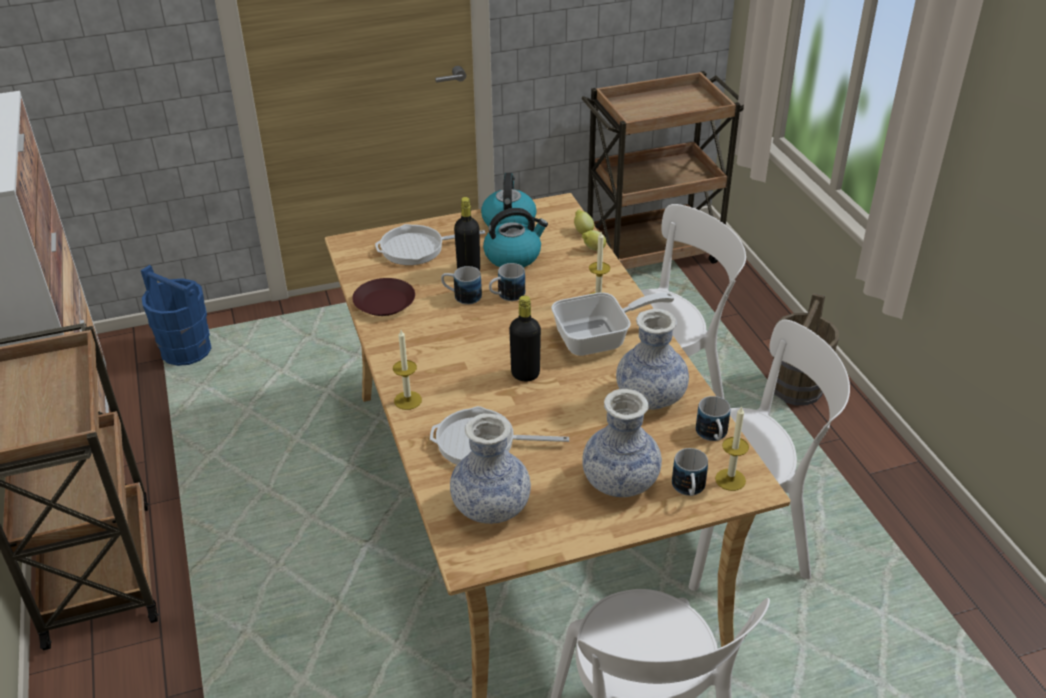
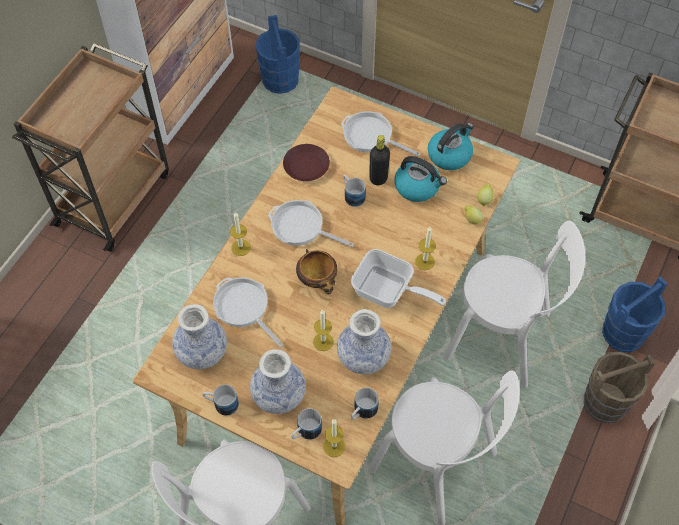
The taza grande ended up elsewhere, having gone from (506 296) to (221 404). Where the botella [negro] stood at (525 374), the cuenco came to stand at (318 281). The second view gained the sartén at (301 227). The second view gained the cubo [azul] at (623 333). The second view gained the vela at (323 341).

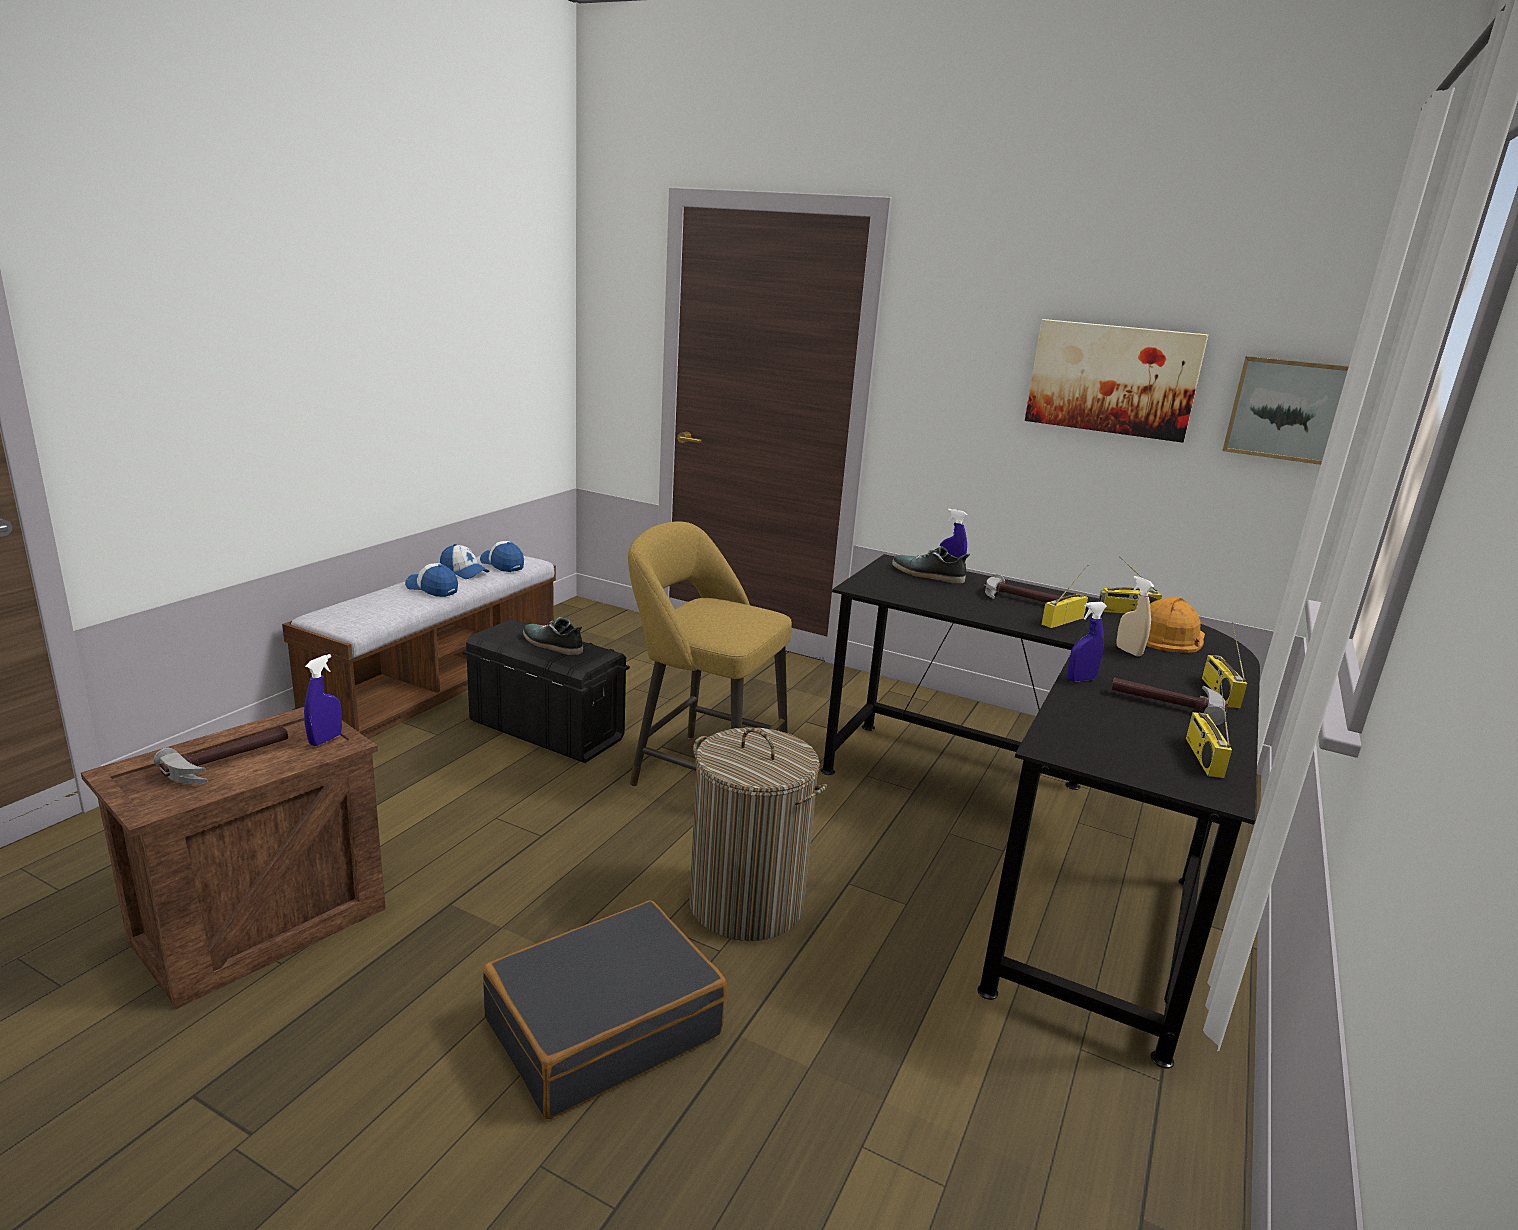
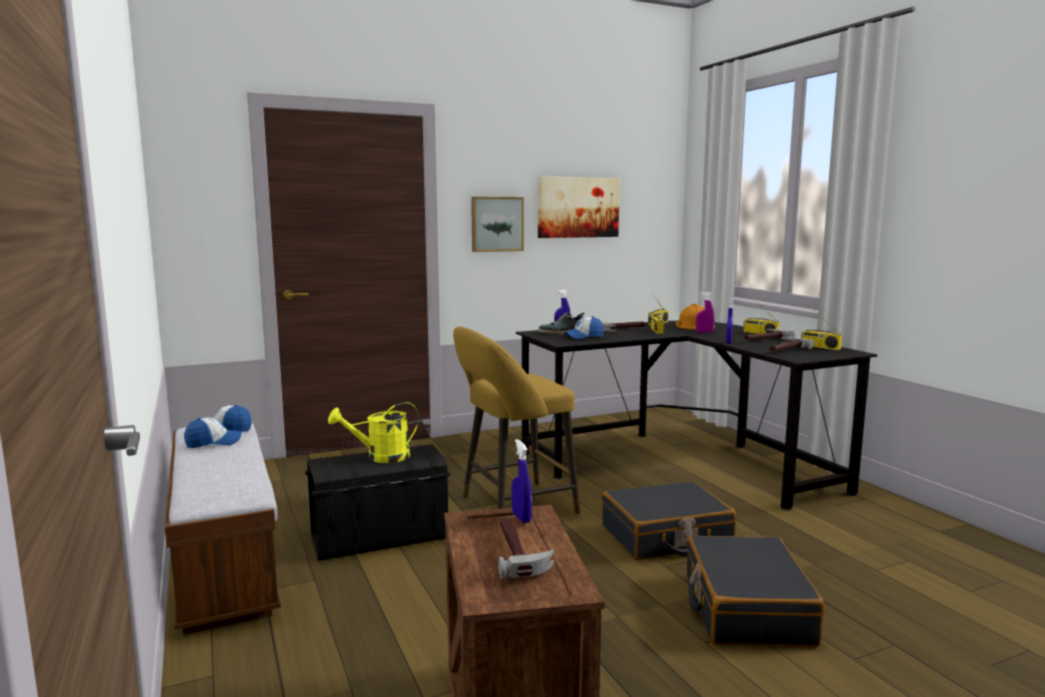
The cuadro ended up elsewhere, having gone from (1285 409) to (496 224). The gorra ended up elsewhere, having gone from (432 589) to (584 337). What was the pulverizador [beis] at (1128 651) turned into the pulverizador [morado] at (704 332). Where the zapato stood at (552 644), the regadera [amarillo] came to stand at (380 457). Where the cesto de la ropa stood at (746 904), the maleta [negro] came to stand at (666 537). The second view gained the martillo at (785 350).

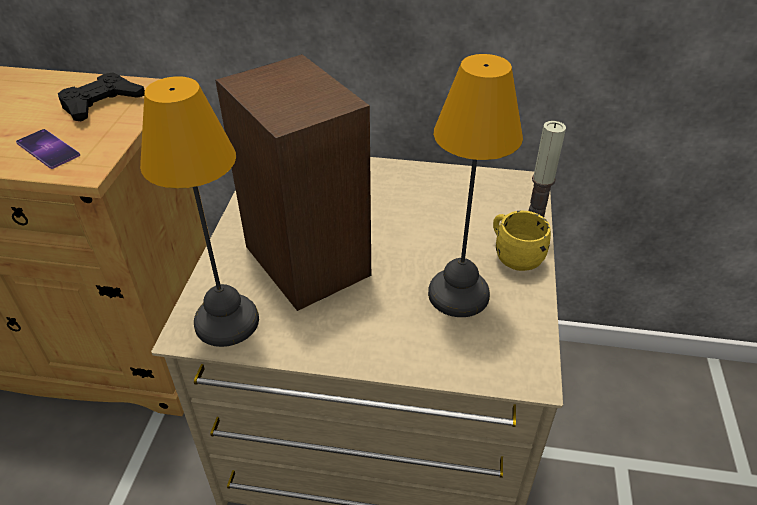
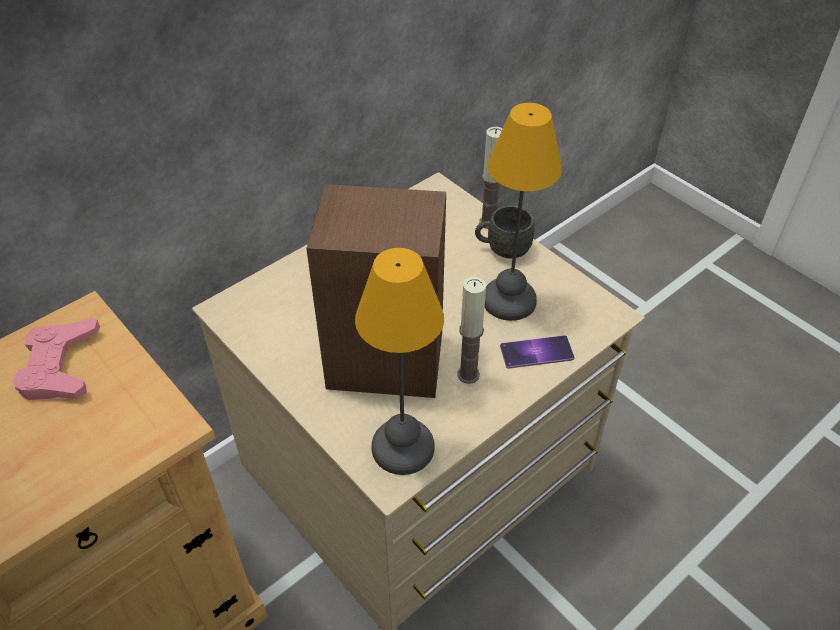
What was the mando de consola [negro] at (101 104) turned into the mando de consola [rosa] at (60 366). The móvil ended up elsewhere, having gone from (48 149) to (536 352). What was the taza grande [amarillo] at (513 256) turned into the taza grande [gris] at (502 249). The second view gained the vela at (468 374).

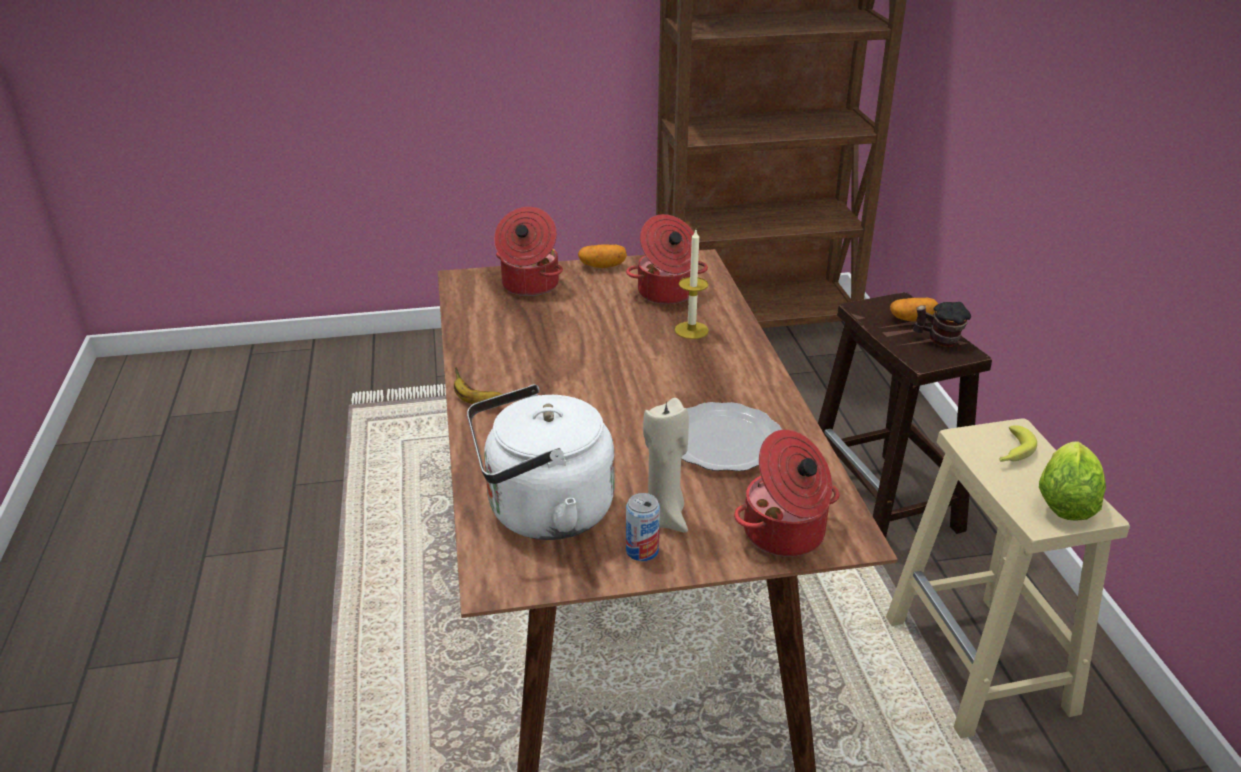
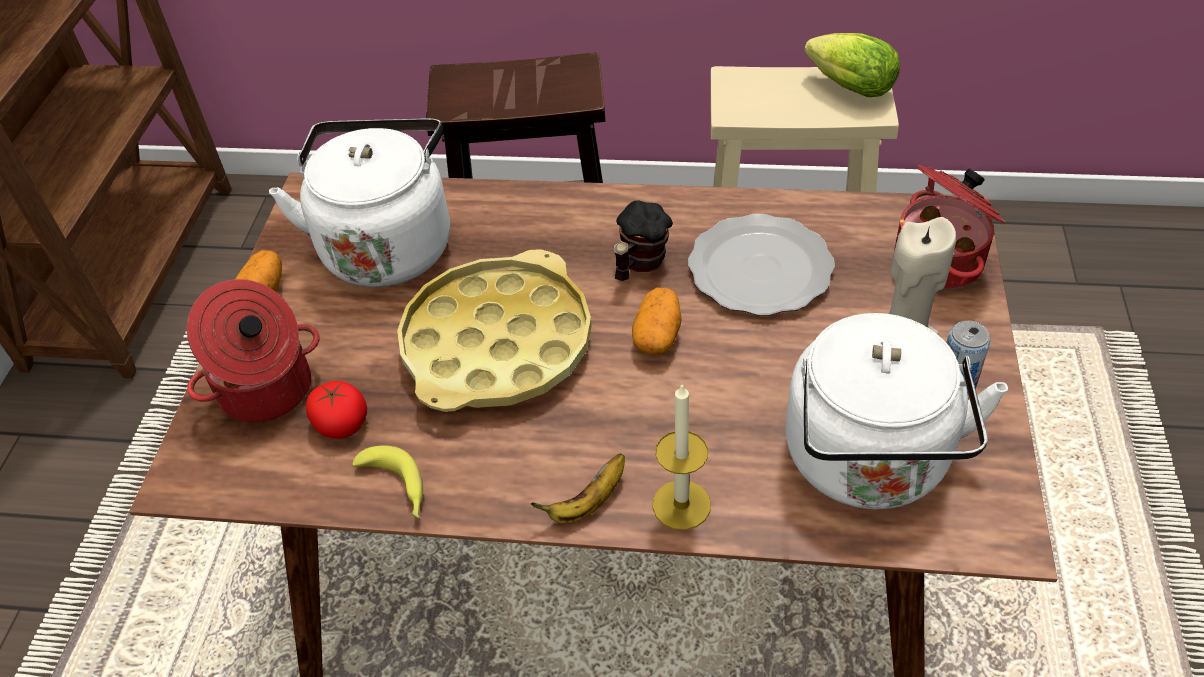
Where the olla stood at (666 293), the hervidor [blanco] came to stand at (387 244). The vela ended up elsewhere, having gone from (691 330) to (681 505). The patata ended up elsewhere, having gone from (912 319) to (657 335). The taza grande ended up elsewhere, having gone from (938 340) to (638 265). The plátano ended up elsewhere, having gone from (1012 452) to (397 489). The second view gained the bandeja [amarillo] at (497 344). The second view gained the tomate at (341 423).

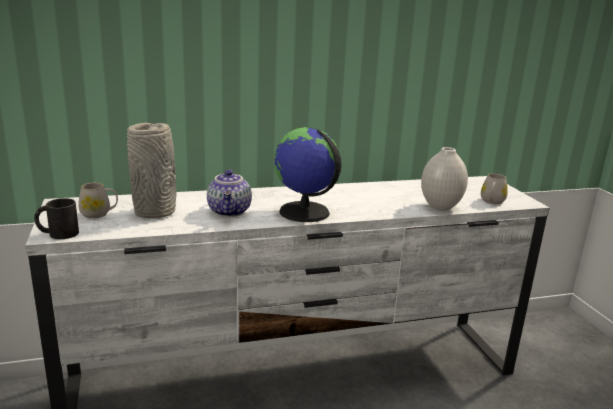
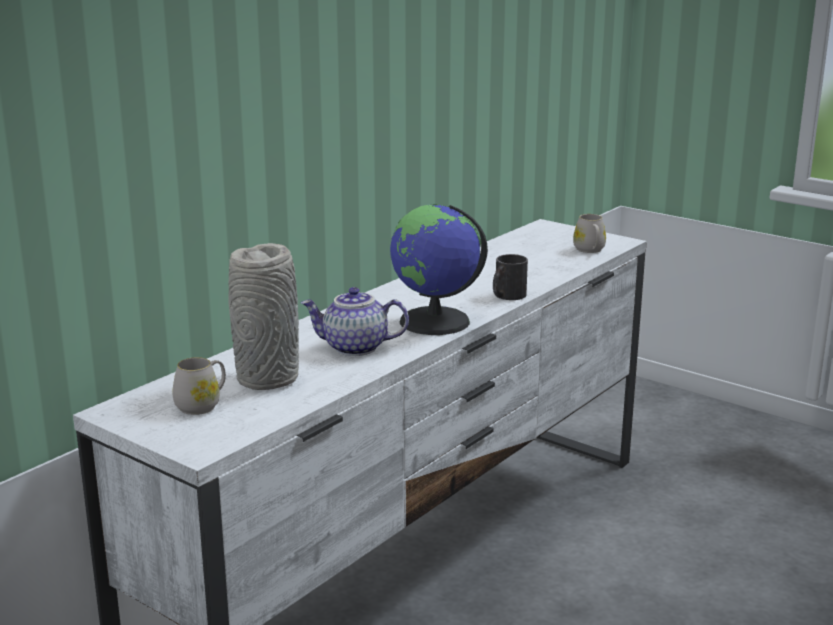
The second view lost the florero [blanco] at (441 207). The tetera at (230 212) ended up facing another way, 135 degrees clockwise from before. The taza grande [negro] ended up elsewhere, having gone from (57 234) to (506 296).

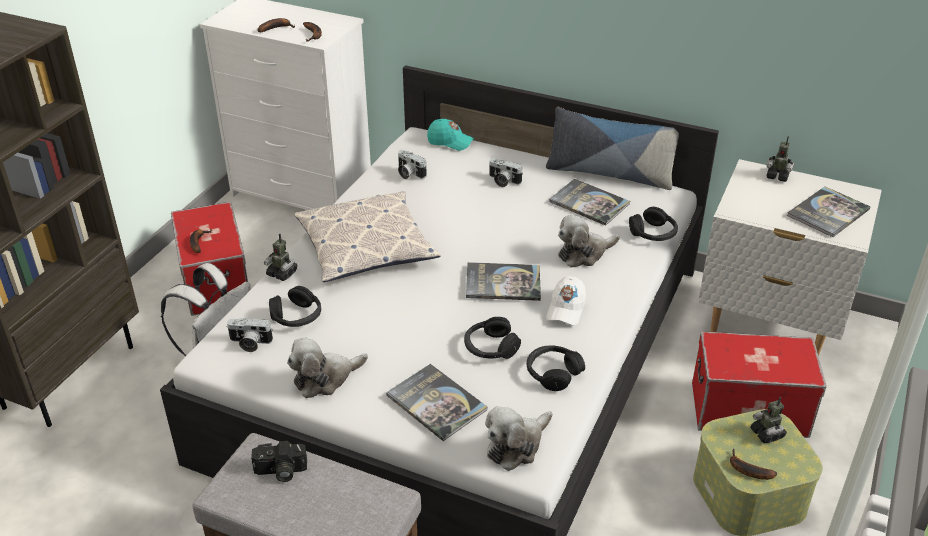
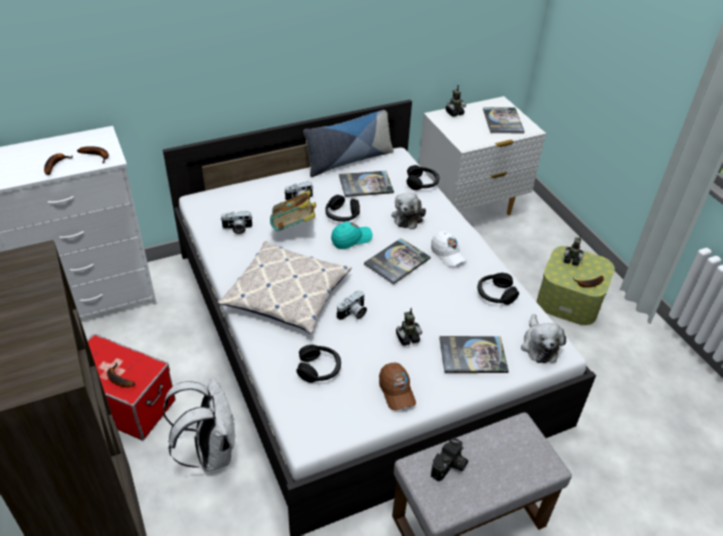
The gorra [turquesa] ended up elsewhere, having gone from (450 142) to (351 239). The robot de juguete ended up elsewhere, having gone from (282 273) to (407 338). The auriculares [negro] ended up elsewhere, having gone from (490 347) to (342 215). The cámara ended up elsewhere, having gone from (249 343) to (353 313). The second view lost the caja de almacenaje at (749 409). Where the peluche stood at (325 378), the gorra [marrón] came to stand at (396 391). The second view gained the libro at (294 228).

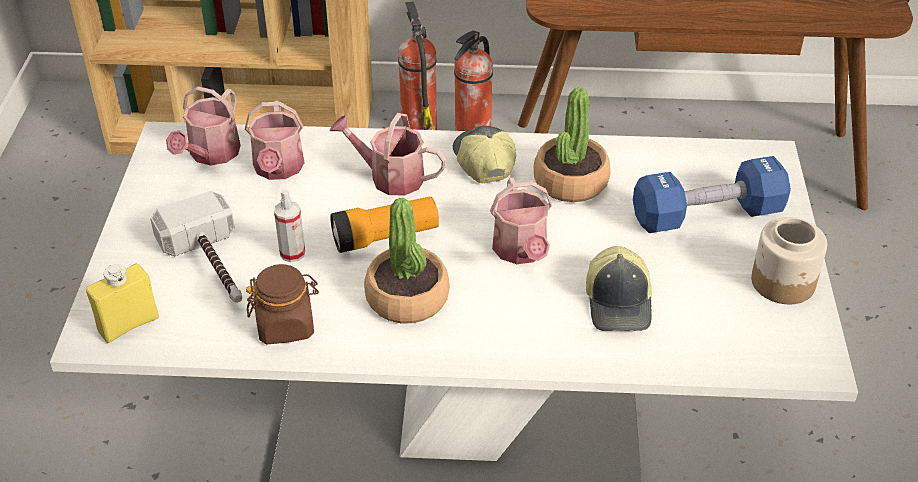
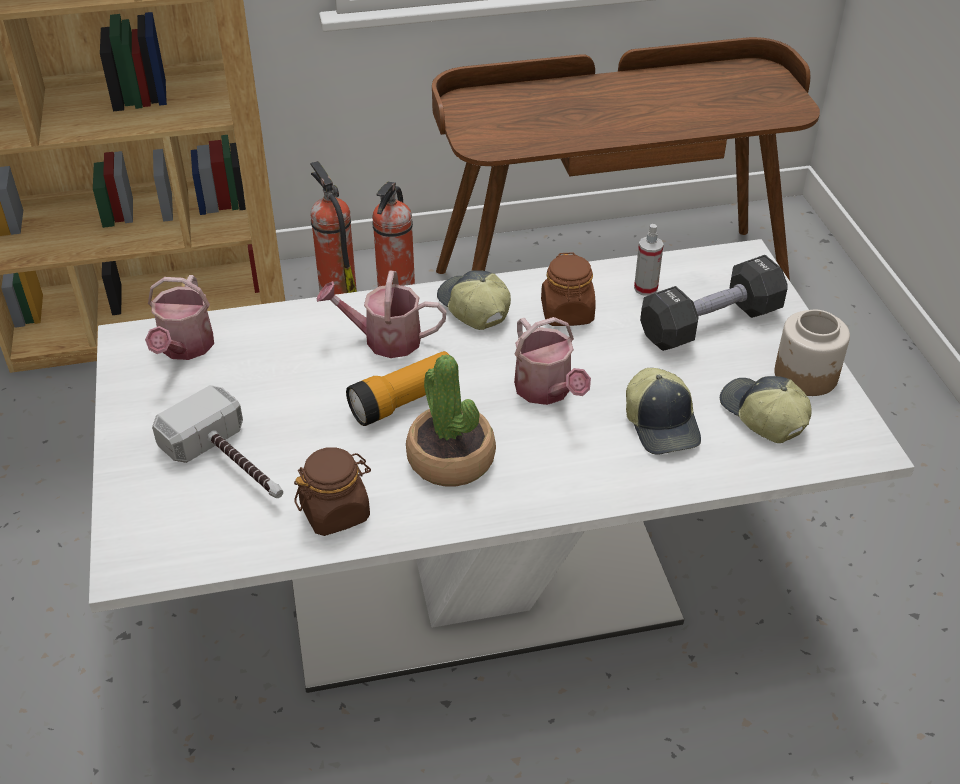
Where the planta en maceta stood at (570 181), the tarro [marrón] came to stand at (567 313). The second view lost the regadera at (278 169). What was the mancuerna [azul] at (707 215) turned into the mancuerna [negro] at (710 324). The pulverizador ended up elsewhere, having gone from (292 253) to (645 288). The second view lost the botella [amarillo] at (128 325). The second view gained the gorra at (762 416).

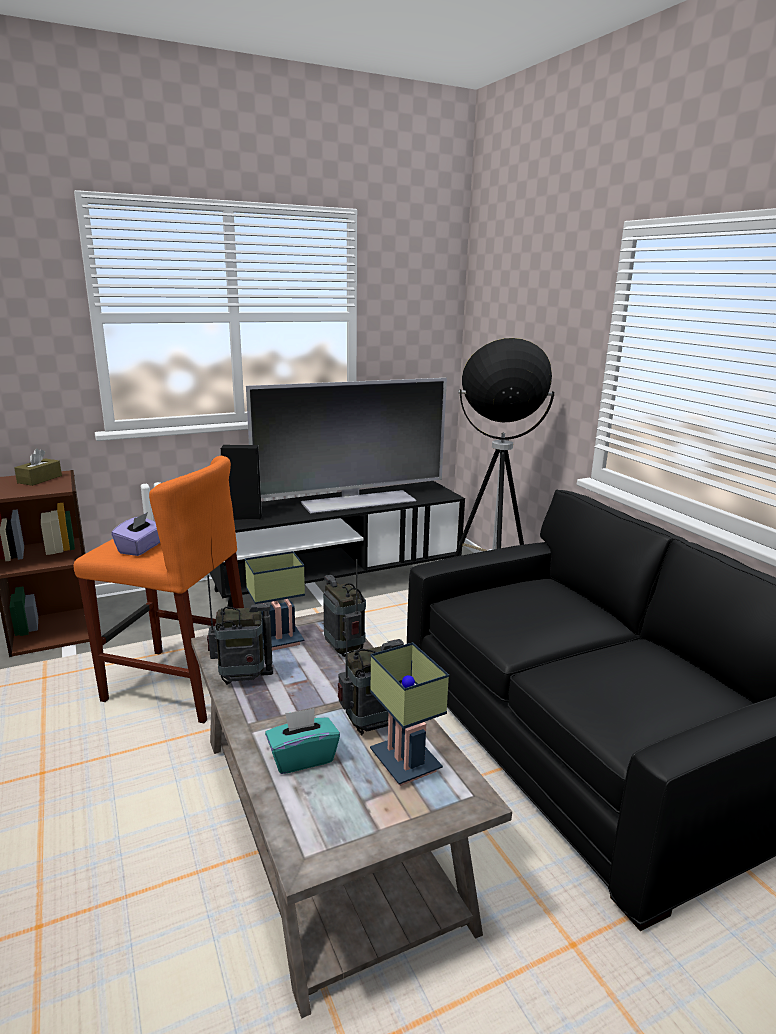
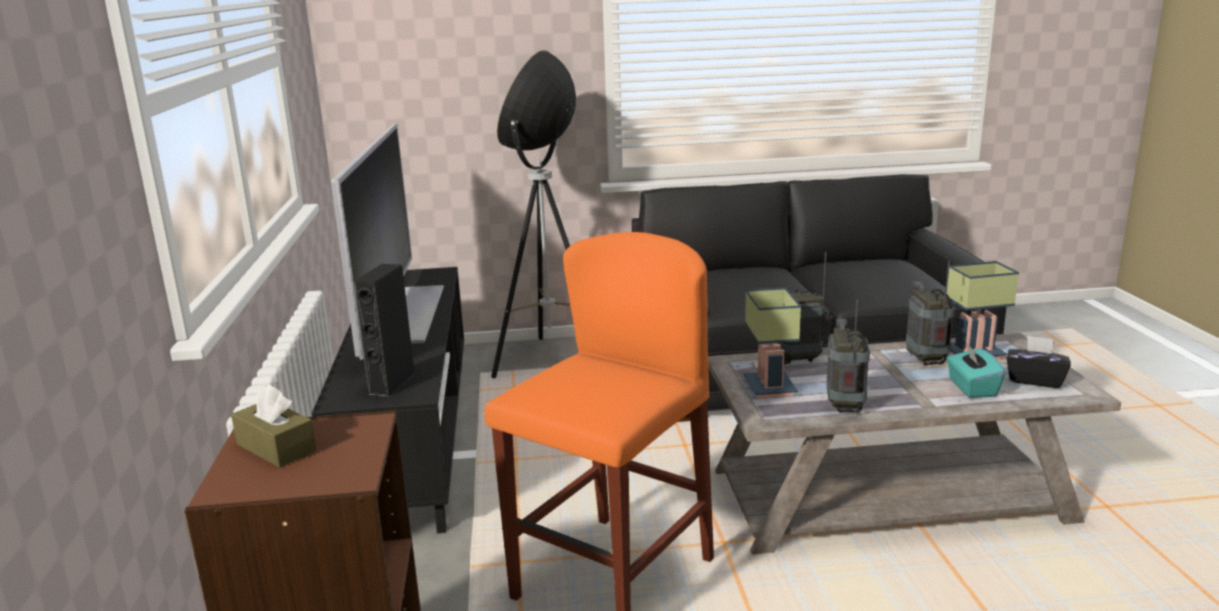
The second view lost the caja de pañuelos [morado] at (141 548). The second view gained the caja de pañuelos [negro] at (1035 380).

